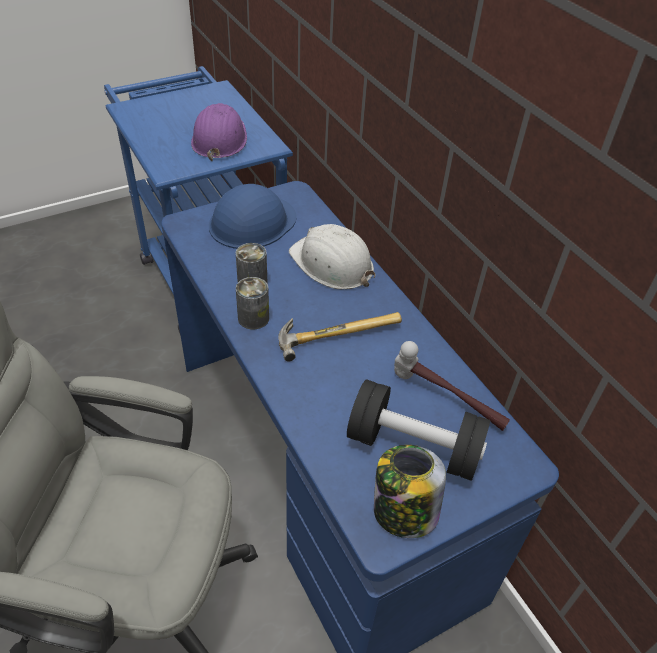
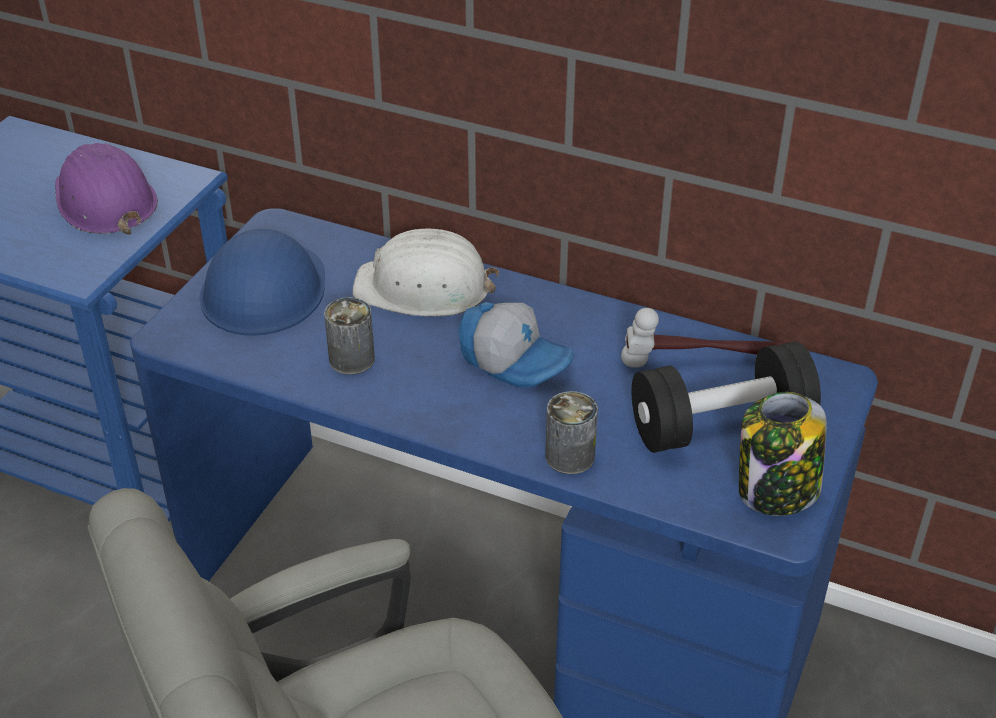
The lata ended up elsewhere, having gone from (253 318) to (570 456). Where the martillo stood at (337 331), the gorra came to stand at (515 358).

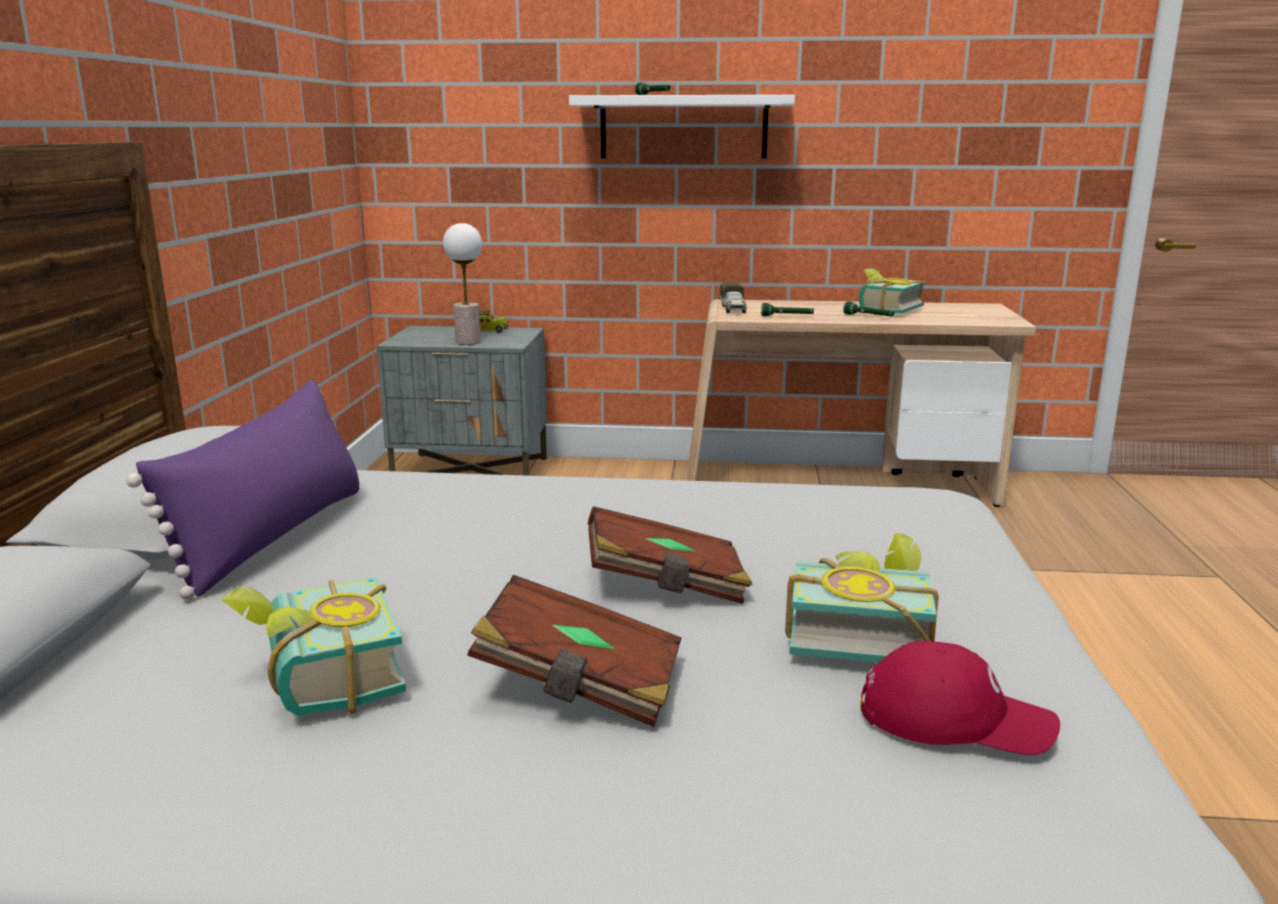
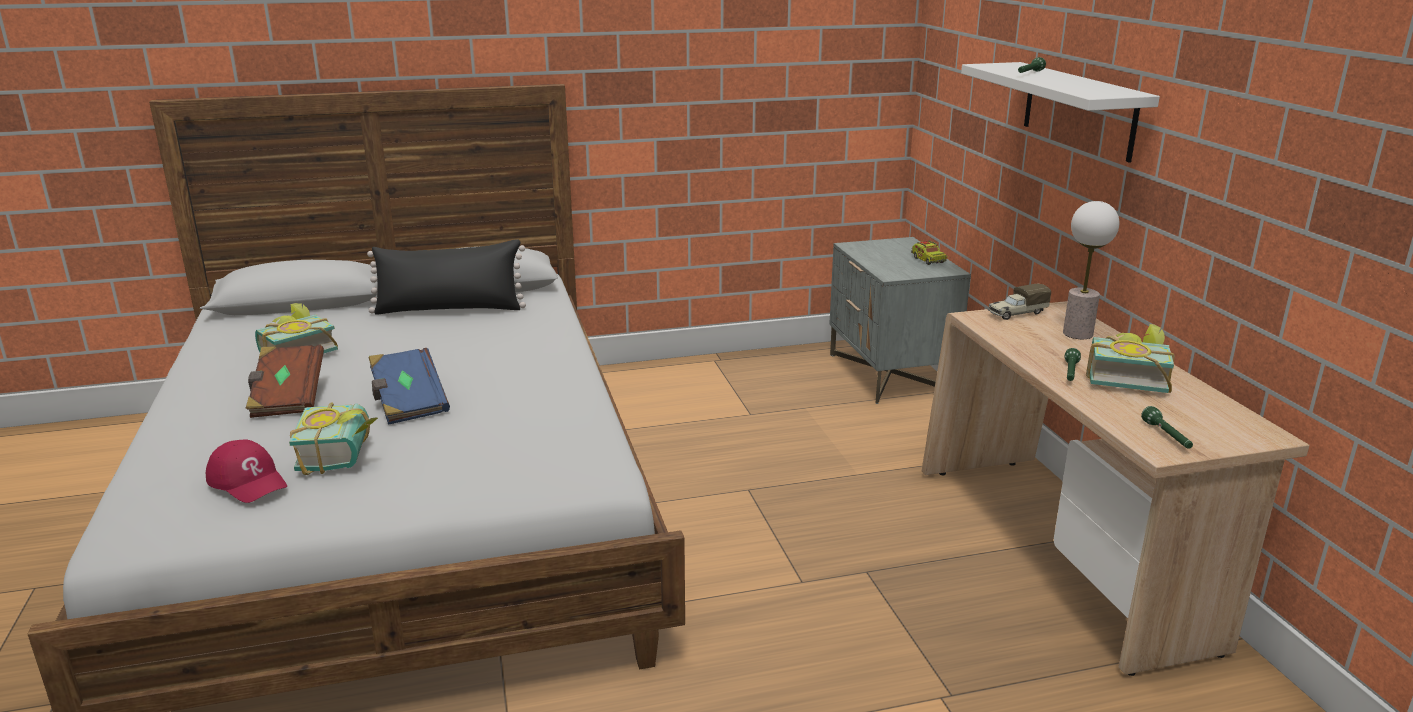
The lámpara de mesa ended up elsewhere, having gone from (467 342) to (1077 333). The linterna [verde] ended up elsewhere, having gone from (787 316) to (1167 437). What was the cojín [morado] at (273 536) turned into the cojín [negro] at (449 309). What was the libro [marrón] at (666 586) turned into the libro [azul] at (408 403). The gorra [rojo] at (954 717) ended up facing another way, 45 degrees counterclockwise from before.

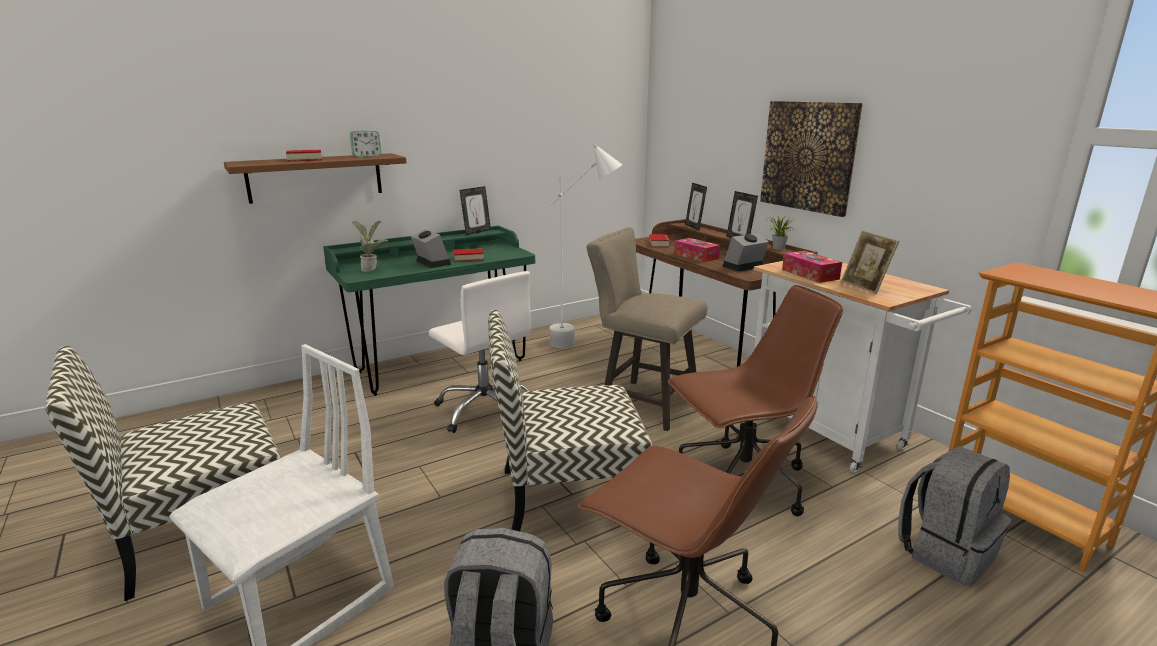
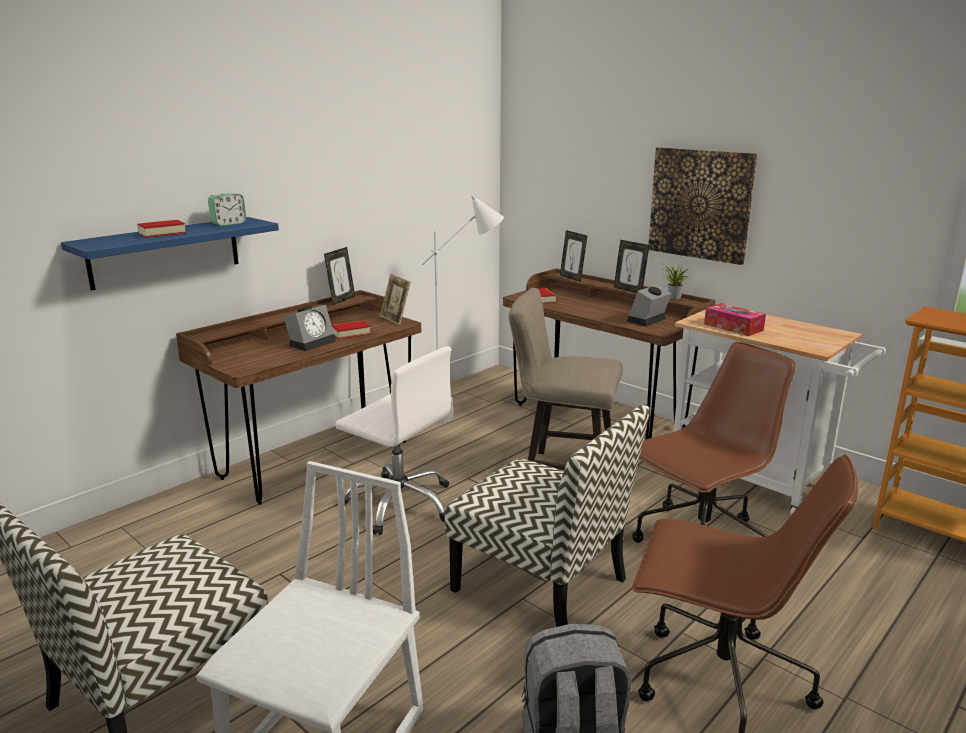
What was the estante [marrón] at (315 177) turned into the estante [azul] at (165 252). The second view lost the planta en maceta at (373 269). What was the escritorio [verde] at (441 366) turned into the escritorio [marrón] at (317 459). The despertador at (431 263) ended up facing another way, 90 degrees clockwise from before. The portarretratos ended up elsewhere, having gone from (864 287) to (396 319). The second view lost the caja de pañuelos at (696 256). The silla at (566 497) ended up facing another way, 120 degrees counterclockwise from before. The second view lost the mochila [gris] at (945 552).

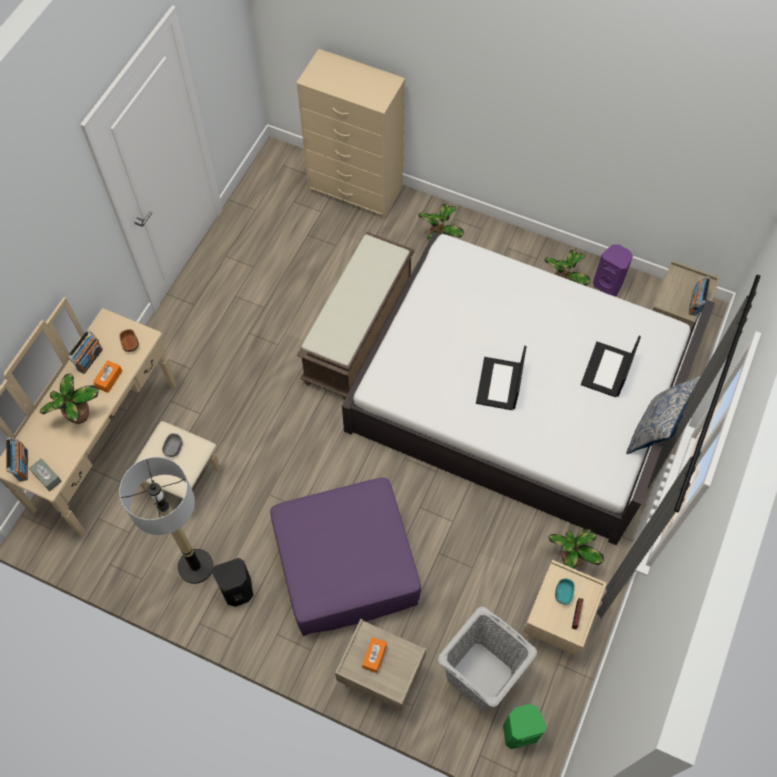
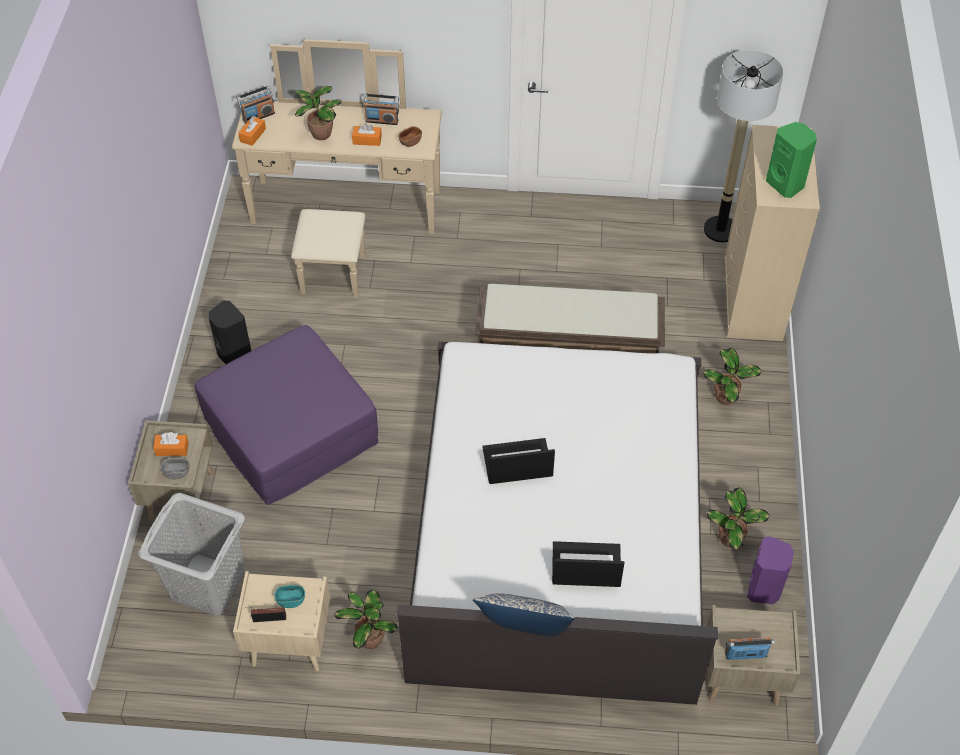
The cuenco [gris] ended up elsewhere, having gone from (173 448) to (177 472). The lámpara de pie ended up elsewhere, having gone from (195 566) to (720 229). What was the caja de pañuelos [gris] at (47 477) turned into the caja de pañuelos [naranja] at (253 135). The altavoz [verde] ended up elsewhere, having gone from (519 731) to (786 184).

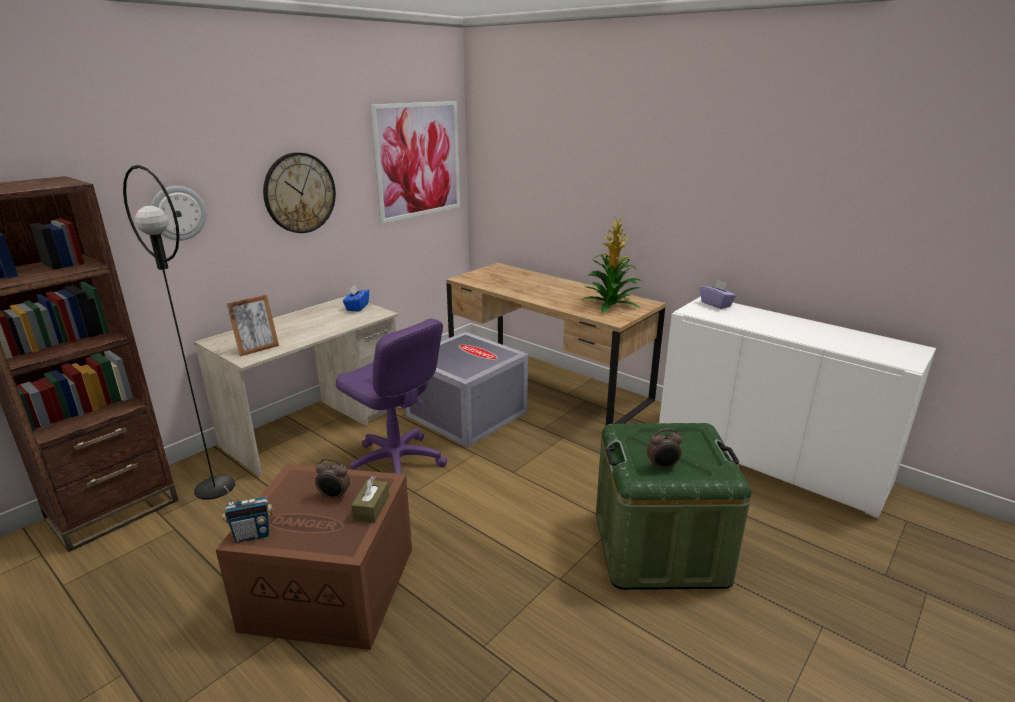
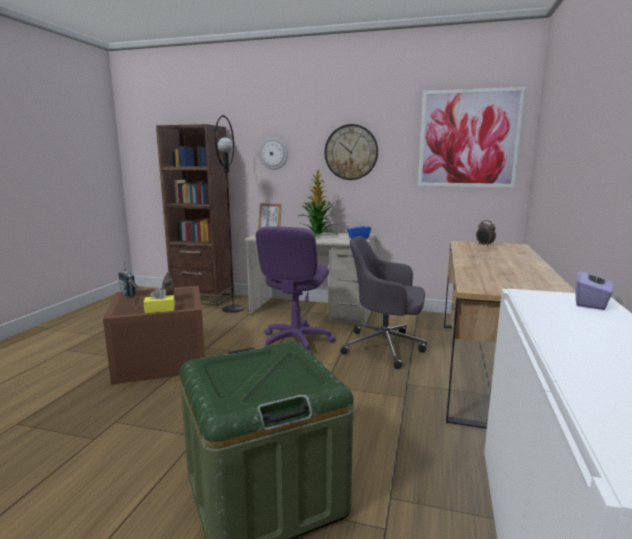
The planta en maceta ended up elsewhere, having gone from (611 304) to (318 235). Where the caja de almacenaje [gris] stood at (465 414), the silla de oficina [gris] came to stand at (385 347). The despertador ended up elsewhere, having gone from (662 467) to (484 245). What was the caja de pañuelos [marrón] at (371 508) turned into the caja de pañuelos [amarillo] at (160 309).

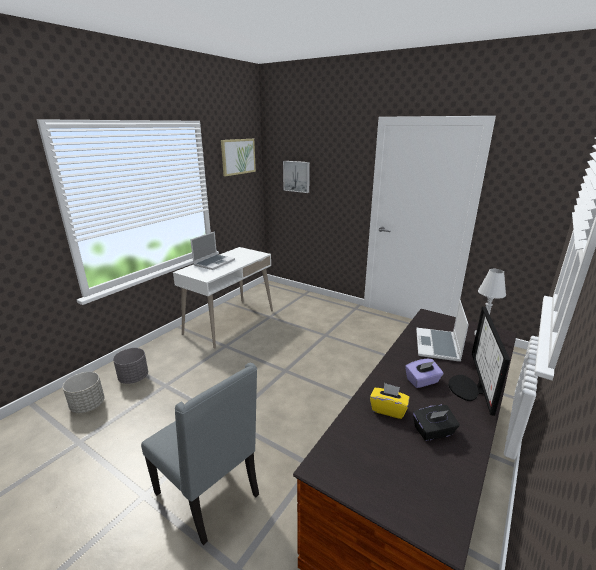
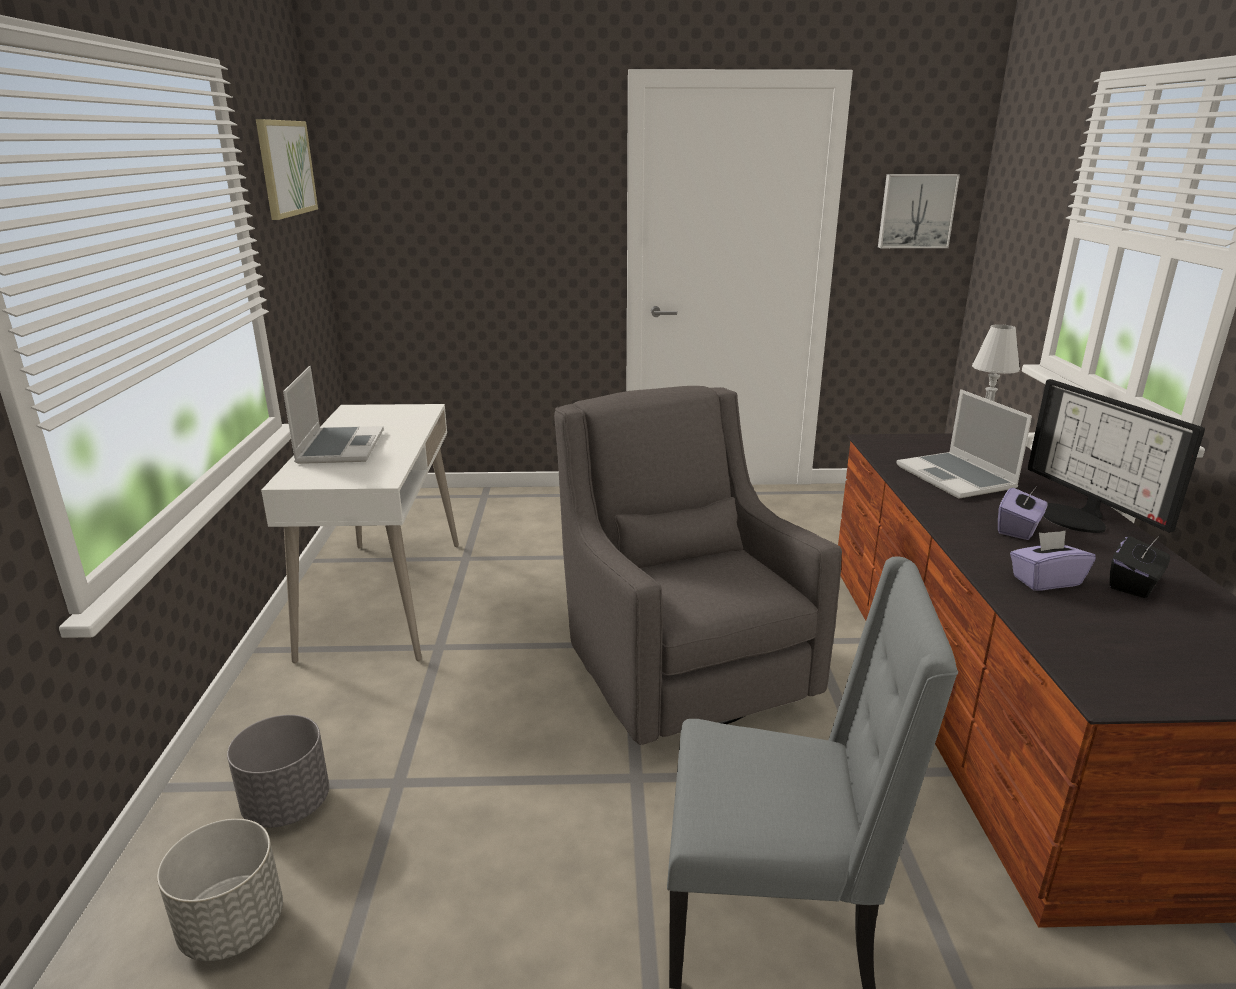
The cuadro ended up elsewhere, having gone from (297 176) to (916 211). What was the caja de pañuelos [amarillo] at (388 409) turned into the caja de pañuelos [morado] at (1045 580). The second view gained the sillón [gris] at (680 672).

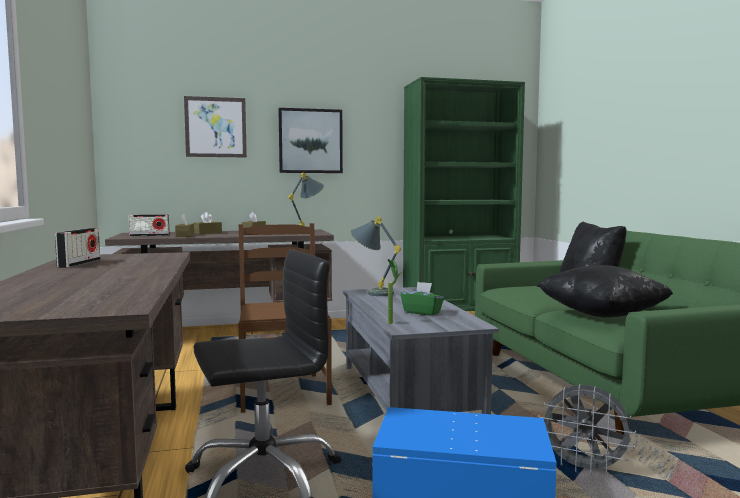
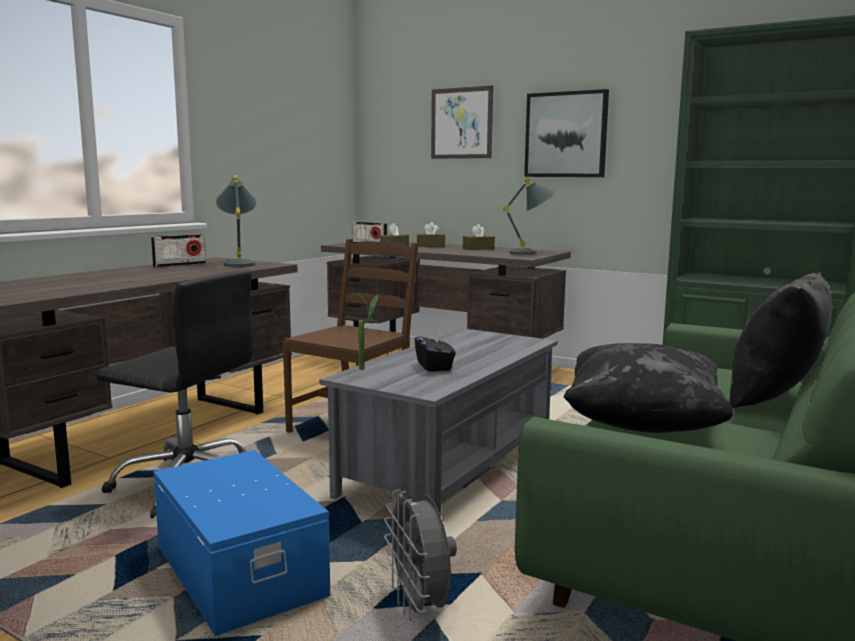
The lámpara de mesa [gris] ended up elsewhere, having gone from (372 293) to (239 264). What was the caja de pañuelos [verde] at (422 312) turned into the caja de pañuelos [negro] at (434 366).

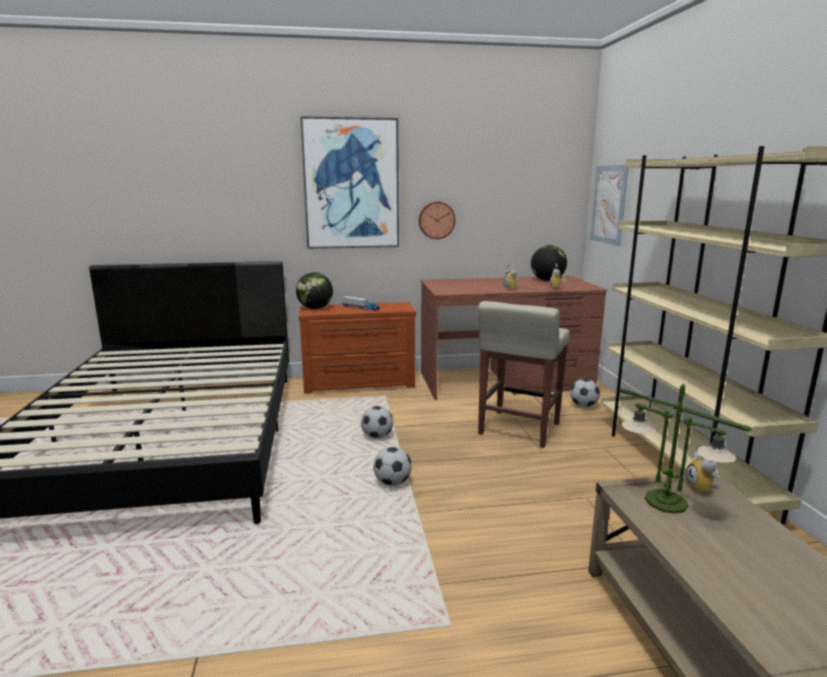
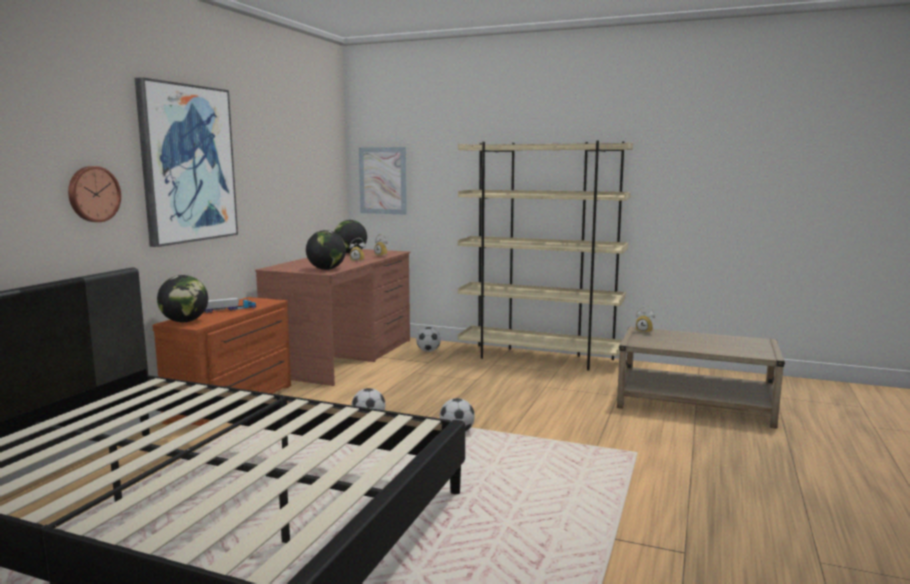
The reloj de pared ended up elsewhere, having gone from (436 220) to (93 194). The second view lost the taburete [beis] at (518 429). The second view lost the lámpara de mesa at (665 501). The second view gained the globo terráqueo at (326 269).

